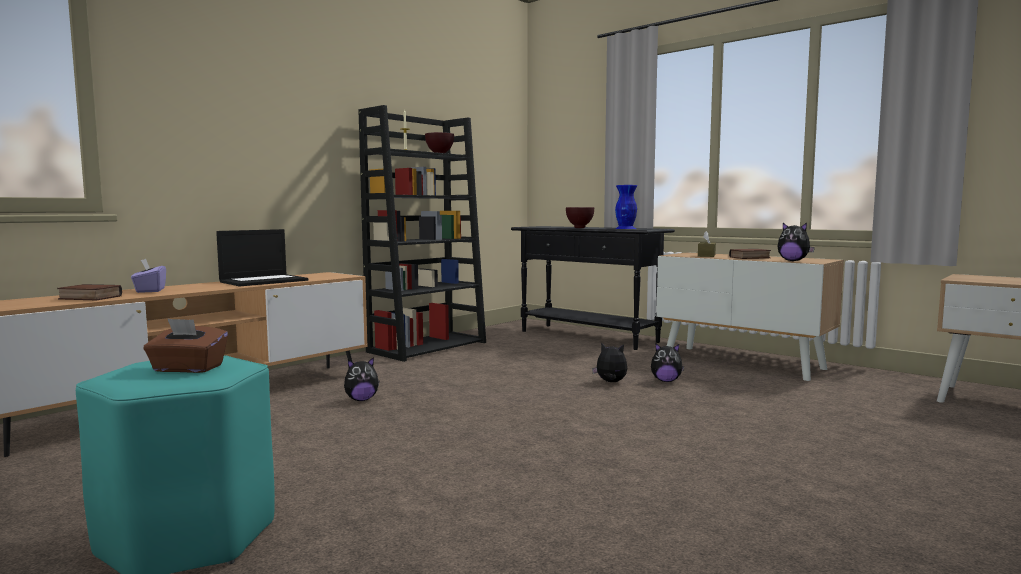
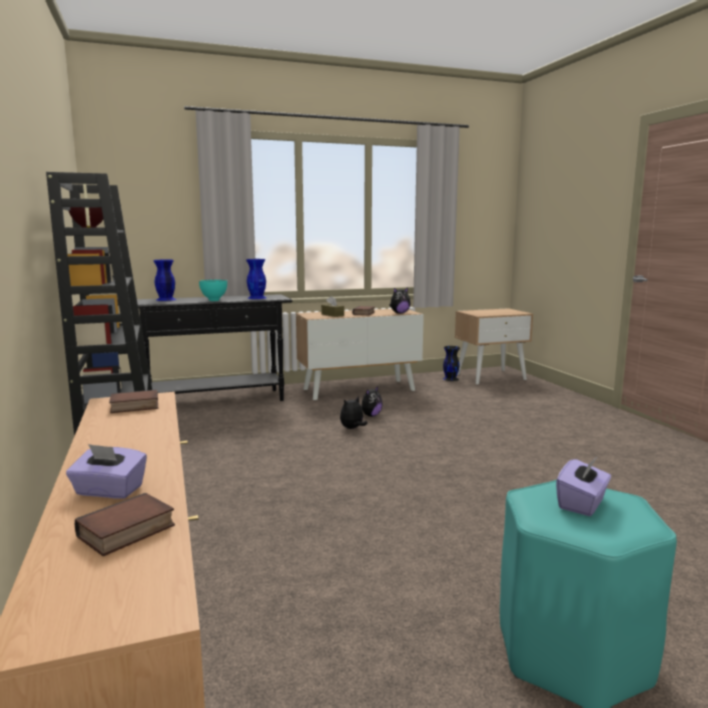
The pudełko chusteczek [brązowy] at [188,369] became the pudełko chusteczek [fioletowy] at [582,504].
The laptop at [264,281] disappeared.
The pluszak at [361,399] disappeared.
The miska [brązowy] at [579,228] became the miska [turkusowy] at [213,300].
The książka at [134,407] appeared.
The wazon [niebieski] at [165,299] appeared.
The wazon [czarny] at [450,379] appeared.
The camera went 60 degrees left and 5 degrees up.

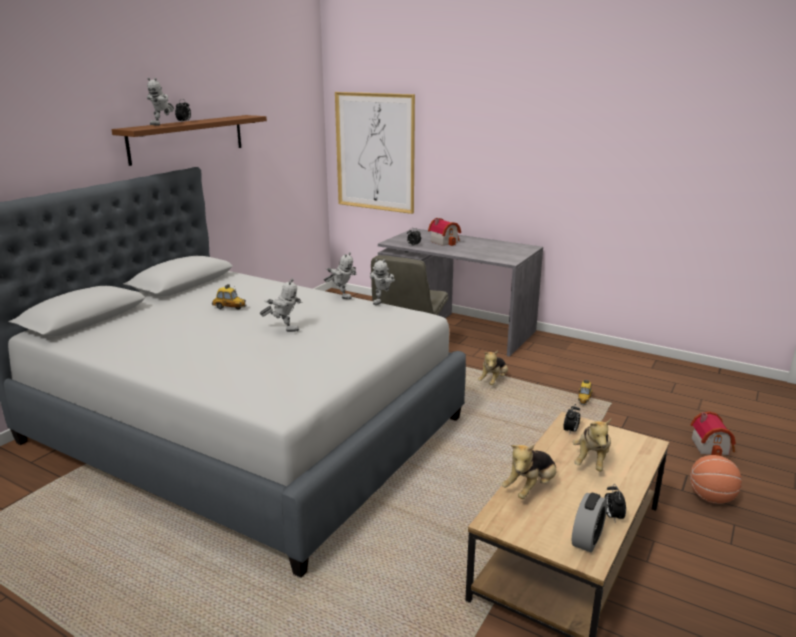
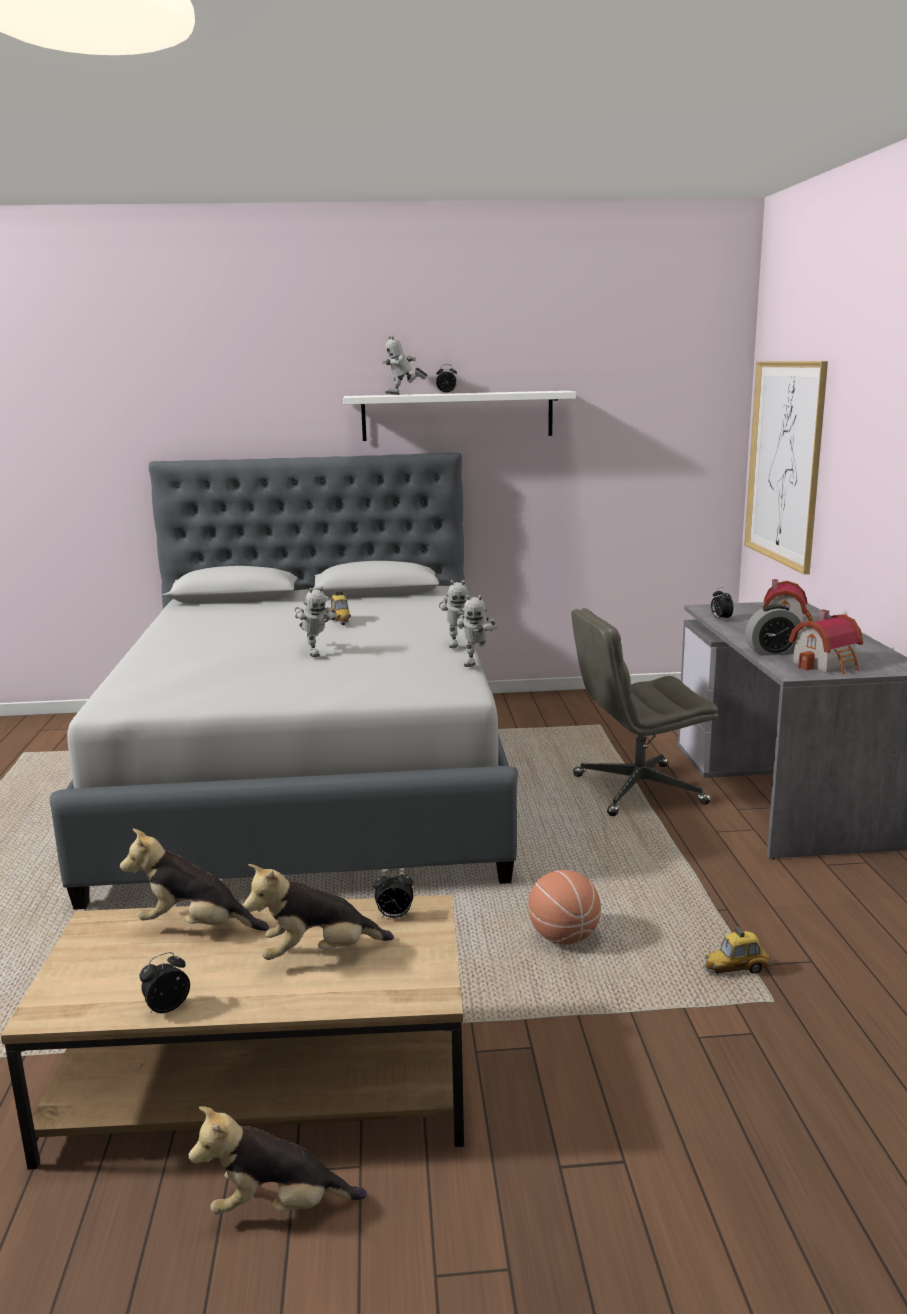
The półka [brązowy] at [187,138] became the półka [biały] at [457,415].
The robot zabawkowy at [382,301] turned 60 degrees counterclockwise.
The pluszak moved from [493,381] to [278,1206].
The budzik moved from [587,539] to [772,652].
The piłka do koszykówki moved from [711,498] to [564,937].
The domek moved from [711,446] to [827,664].
The camera went 55 degrees right and 5 degrees down.

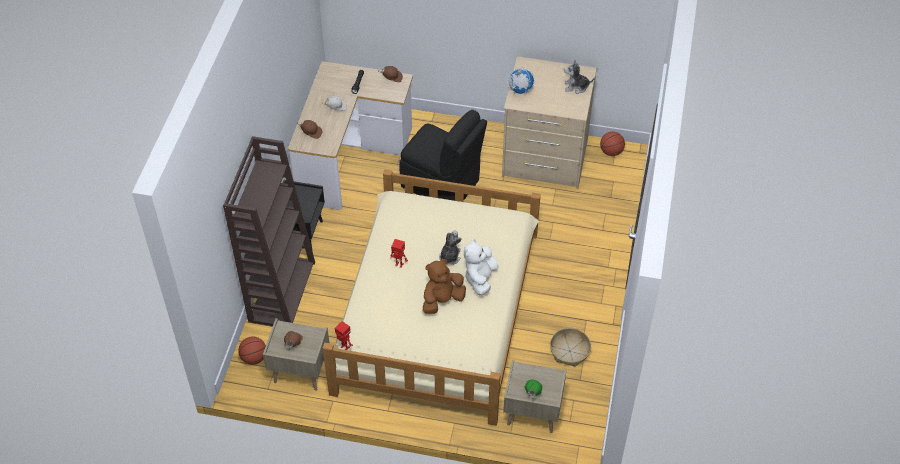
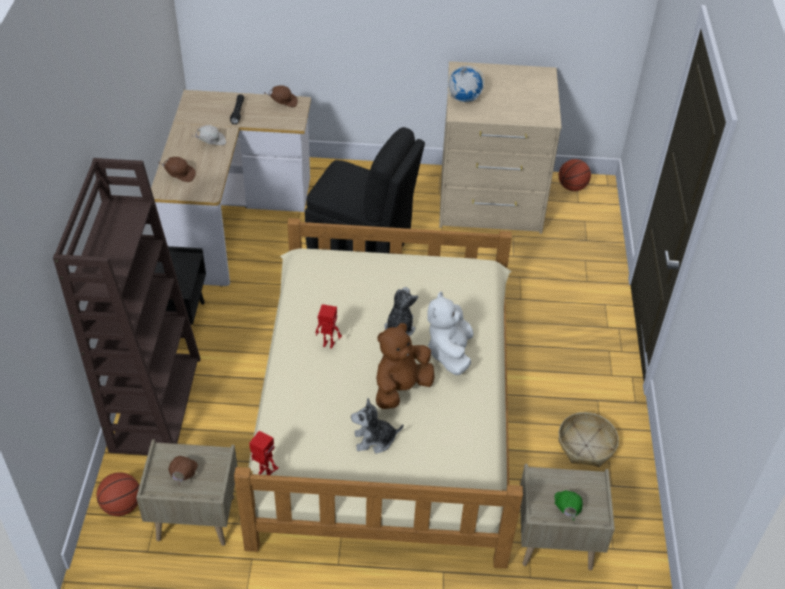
The pluszak moved from [576,87] to [374,440].
The camera went 10 degrees left and 5 degrees down.

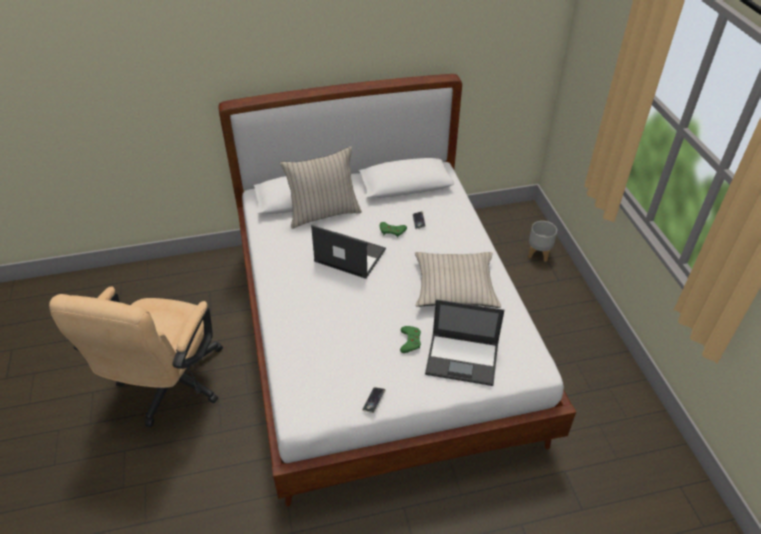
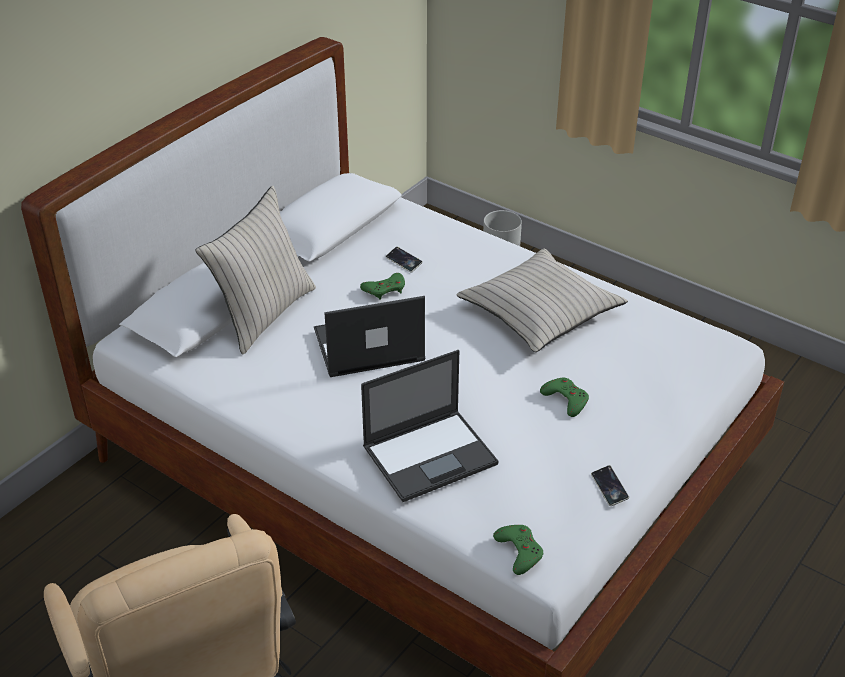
The laptop moved from [463,359] to [431,454].
The pad do gier [zielony] at [519,551] appeared.
The camera went 40 degrees left and 5 degrees down.

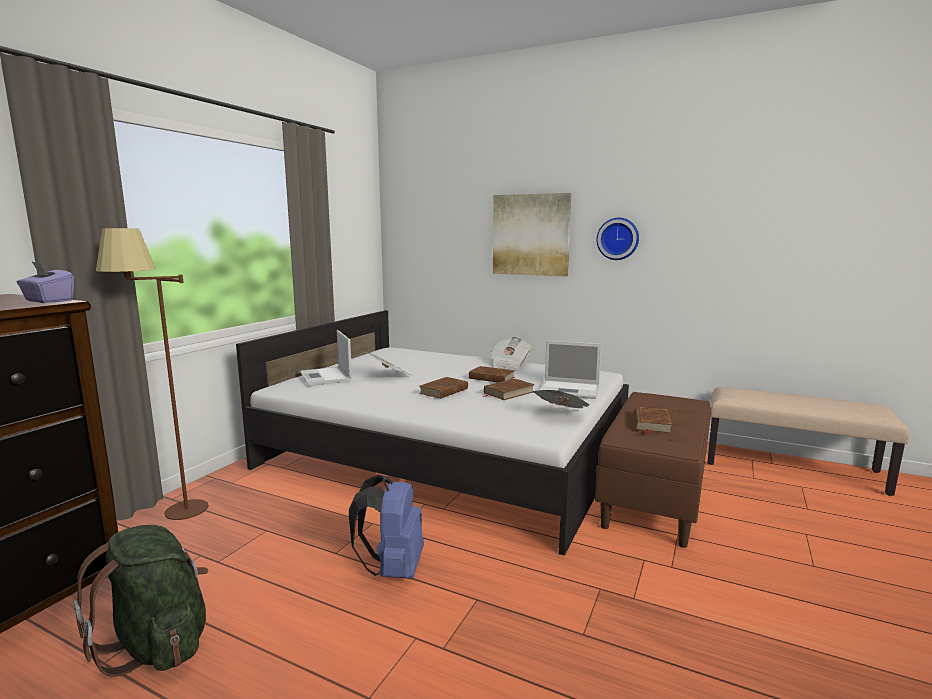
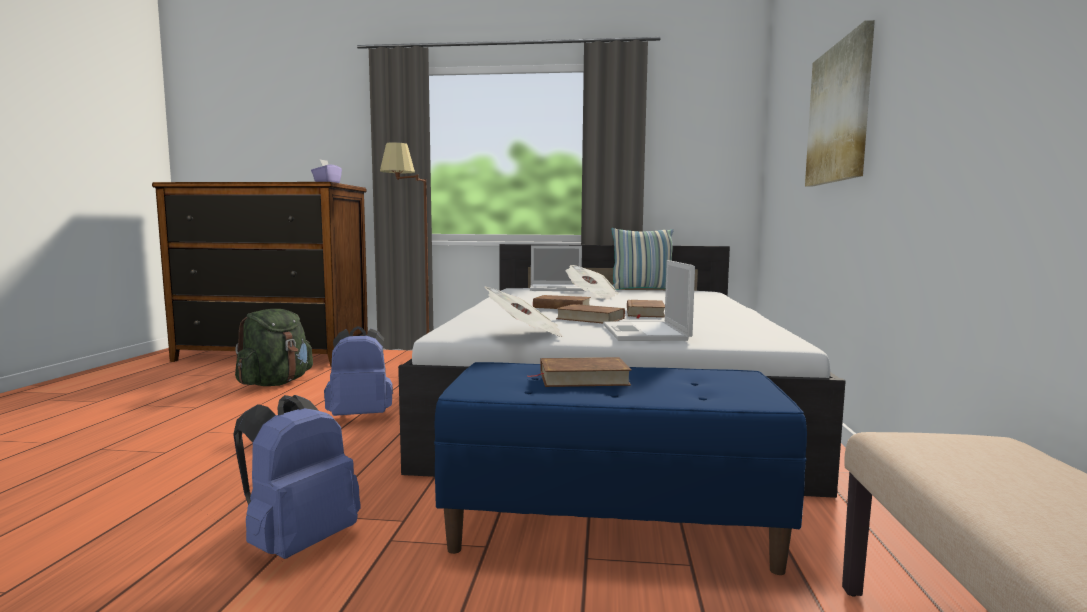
The laptop at [326,377] turned 135 degrees counterclockwise.
The gazeta at [509,364] disappeared.
The ławka [brązowy] at [653,495] became the ławka [niebieski] at [612,526].
The zegar ścienny at [618,239] disappeared.
The plecak [niebieski] at [298,543] appeared.
The poduszka at [642,289] appeared.
The camera went 70 degrees right and 5 degrees down.

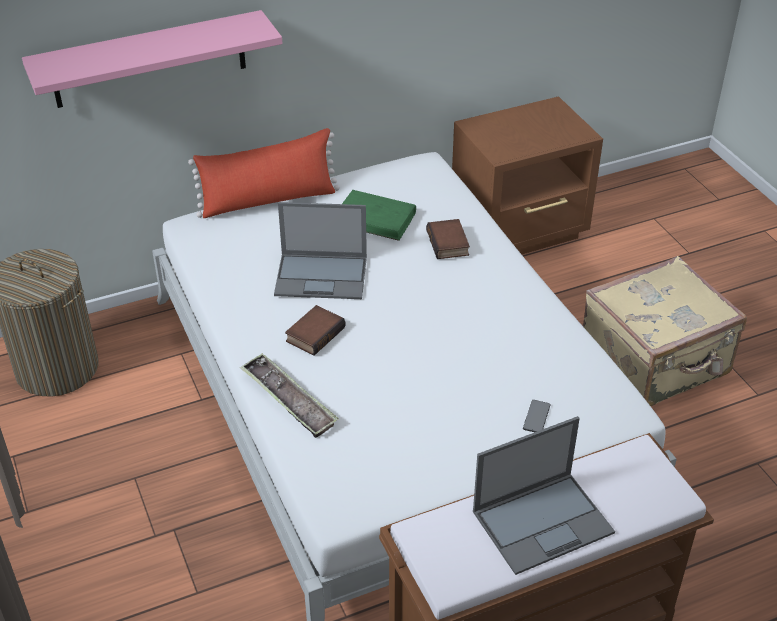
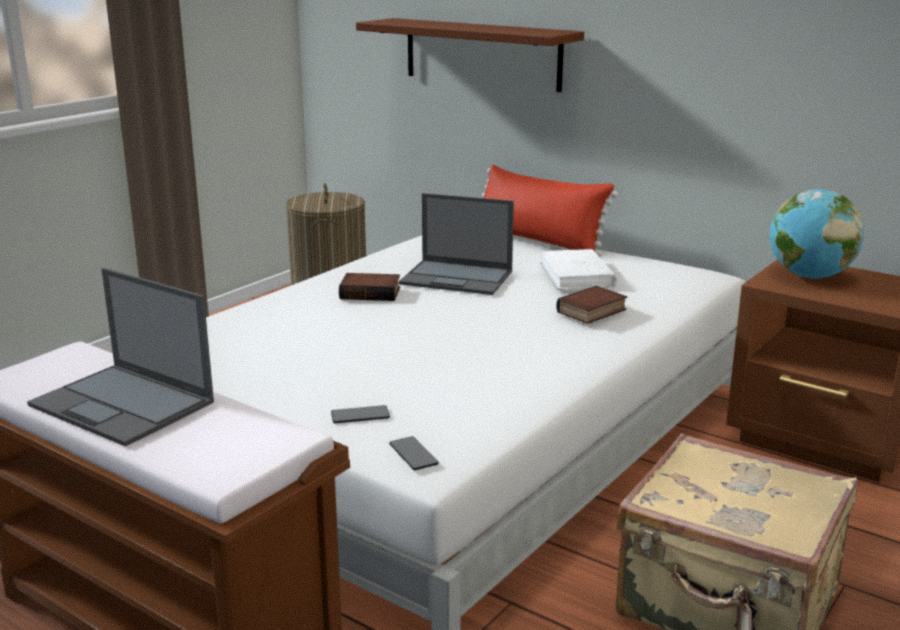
The półka [różowy] at [149,60] became the półka [brązowy] at [482,54].
The taca at [288,400] disappeared.
The laptop at [322,276] turned 45 degrees counterclockwise.
The książka [zielony] at [375,219] became the książka [biały] at [576,275].
The telefon at [413,454] appeared.
The globus at [809,276] appeared.
The camera went 60 degrees right and 20 degrees down.

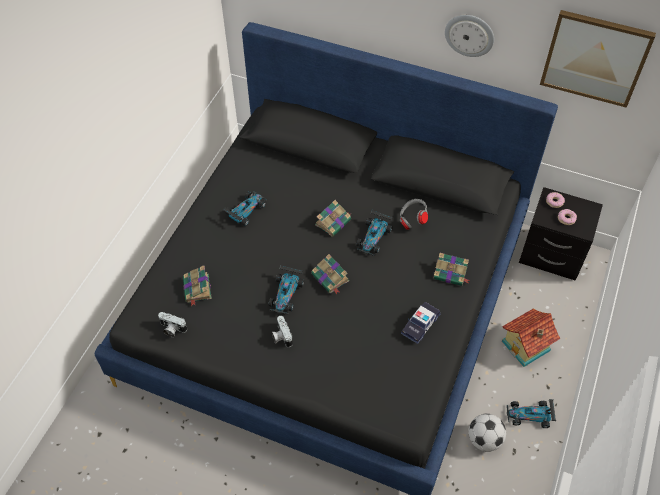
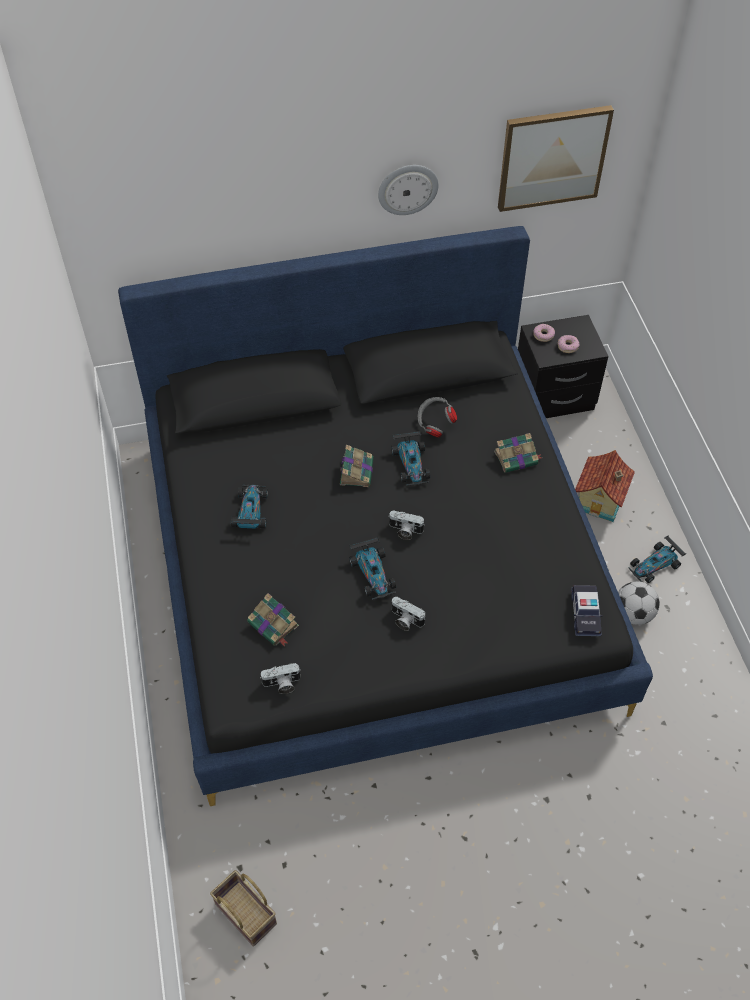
The książka at [330,278] was replaced by the aparat fotograficzny at [404,531].
The samochodzik moved from [420,325] to [585,614].
The koszyk at [244,913] appeared.
The camera went 35 degrees left and 0 degrees up.

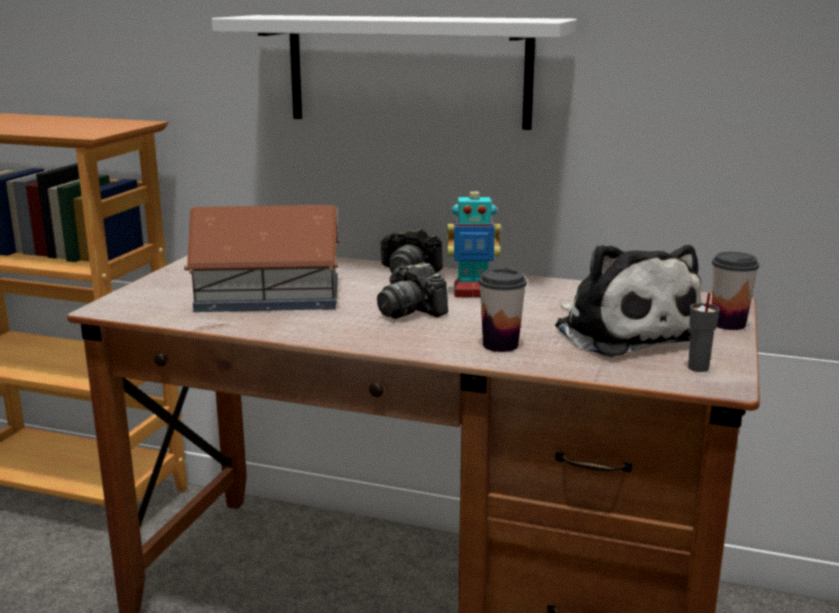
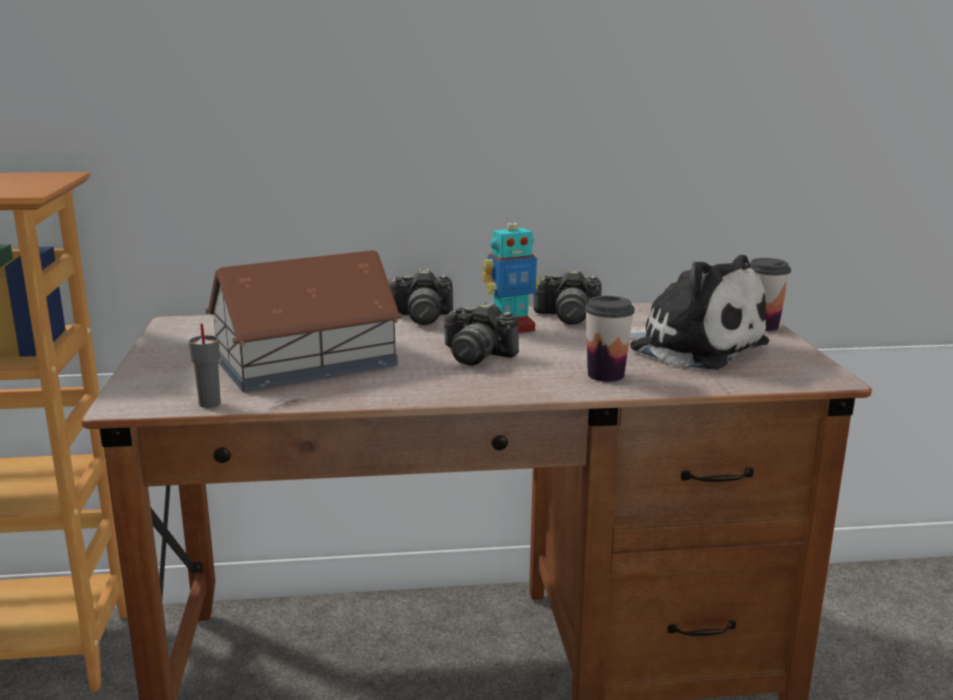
The półka [biały] at [408,71] disappeared.
The filiżanka [szary] moved from [698,368] to [209,404].
The aparat fotograficzny at [567,316] appeared.
The camera went 25 degrees left and 0 degrees up.

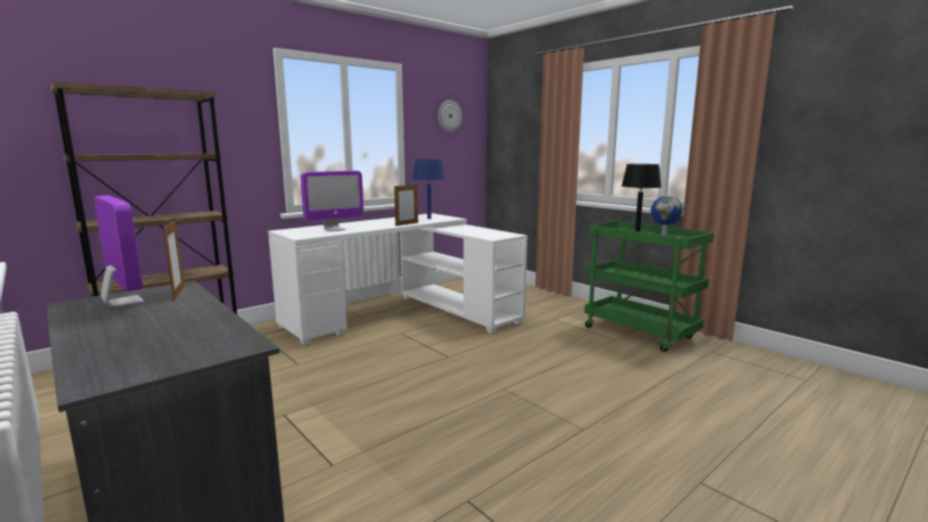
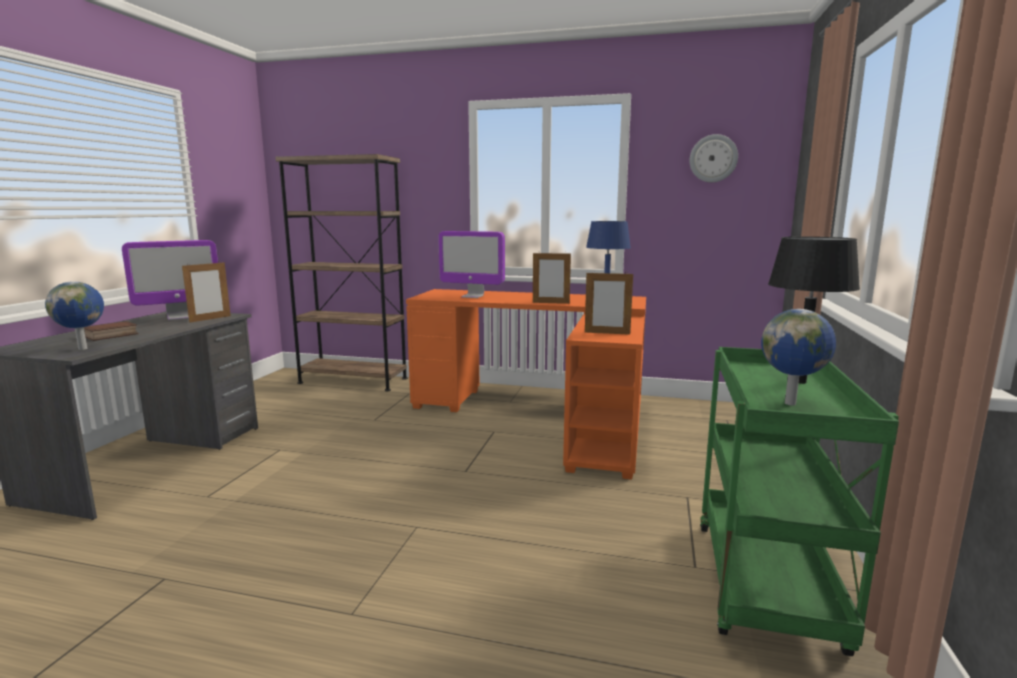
The monitor at [123,303] turned 45 degrees clockwise.
The biurko [biały] at [405,315] became the biurko [pomarańczowy] at [545,416].
The globus at [84,348] appeared.
The książka at [111,335] appeared.
The ramka na zdjęcie at [607,333] appeared.
The camera went 55 degrees right and 0 degrees up.

